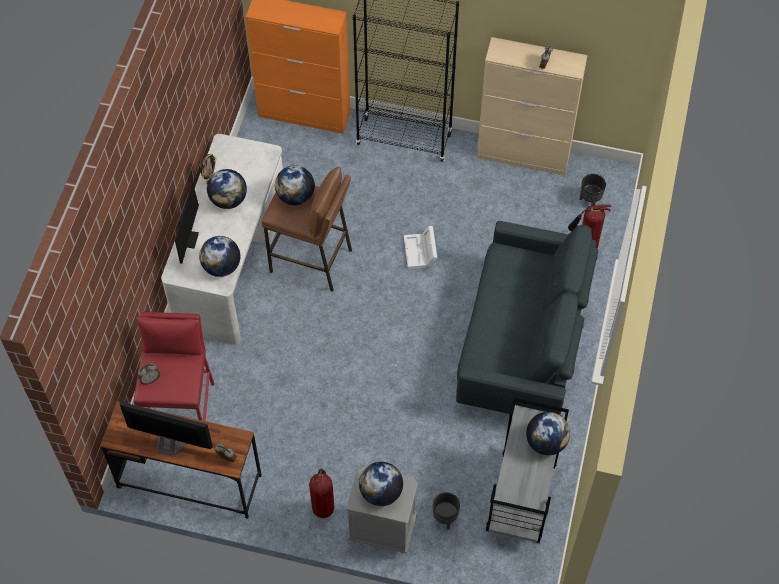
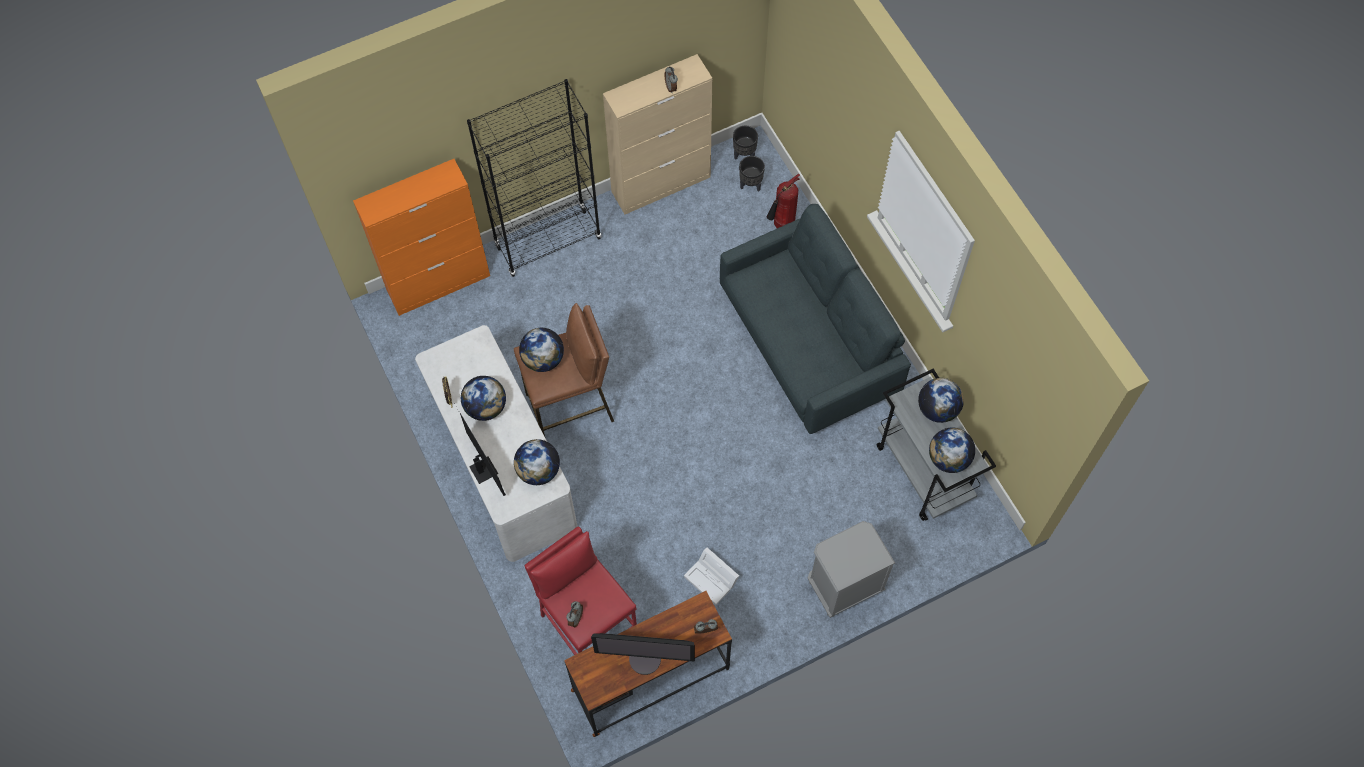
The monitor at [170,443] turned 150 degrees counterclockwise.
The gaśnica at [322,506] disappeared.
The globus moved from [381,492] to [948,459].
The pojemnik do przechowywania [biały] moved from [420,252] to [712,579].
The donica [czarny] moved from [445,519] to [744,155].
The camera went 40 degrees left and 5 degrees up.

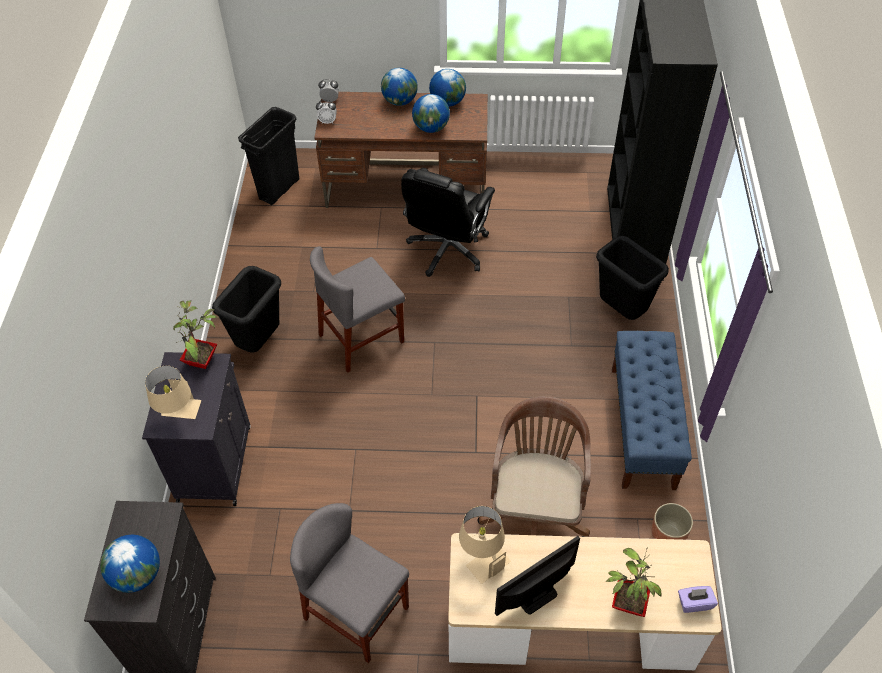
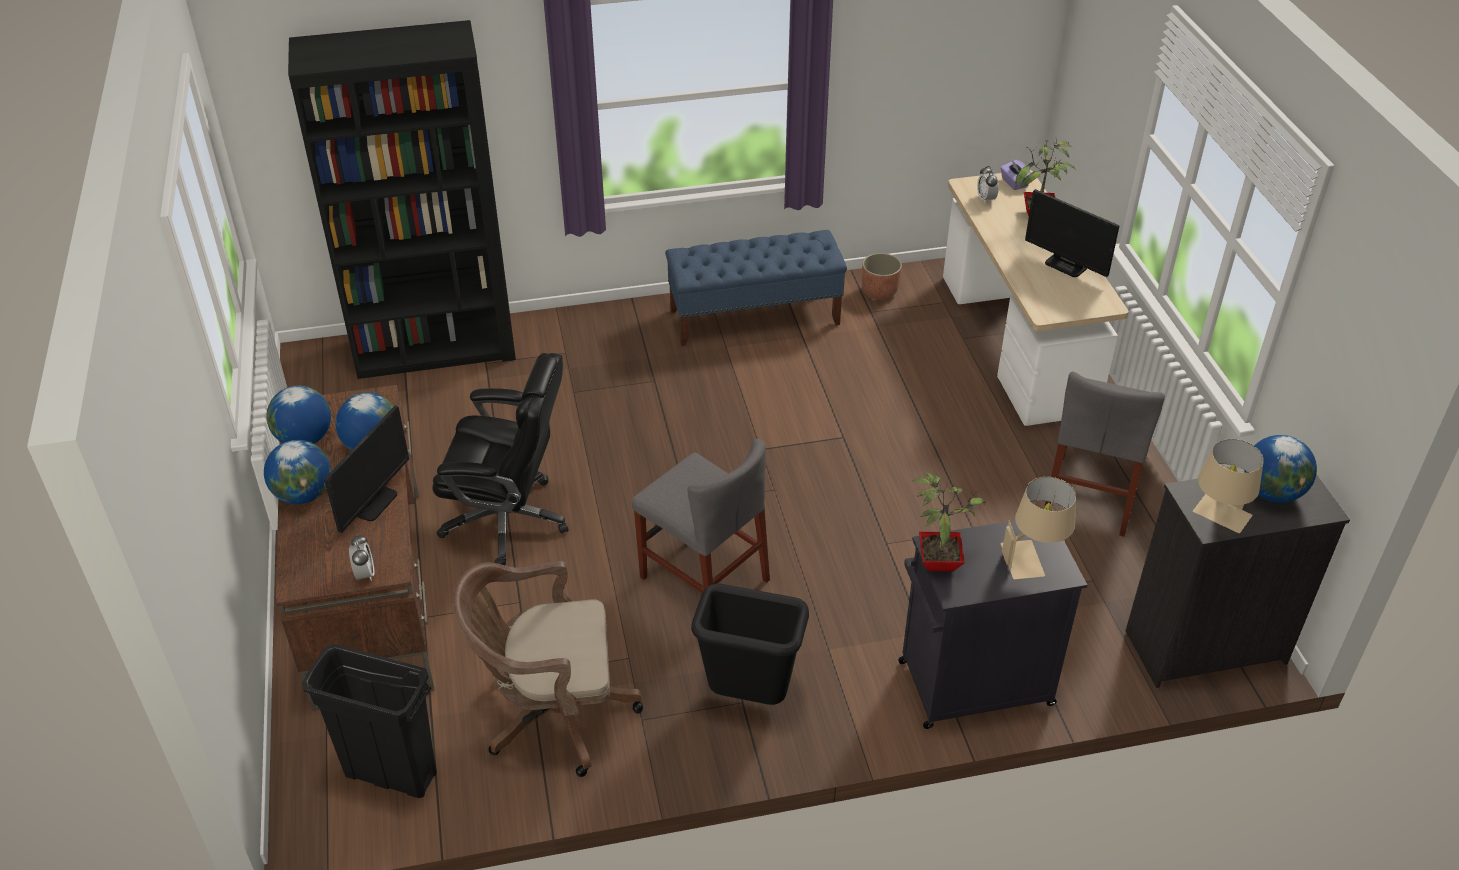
The budzik moved from [330,100] to [986,199].
The lampa stołowa [beżowy] moved from [482,557] to [1218,519].
The krzesło biurowe [brązowy] moved from [535,511] to [551,714].
The kosz na śmieci [czarny] at [622,311] disappeared.
The monitor at [373,503] appeared.
The camera went 105 degrees left and 10 degrees down.

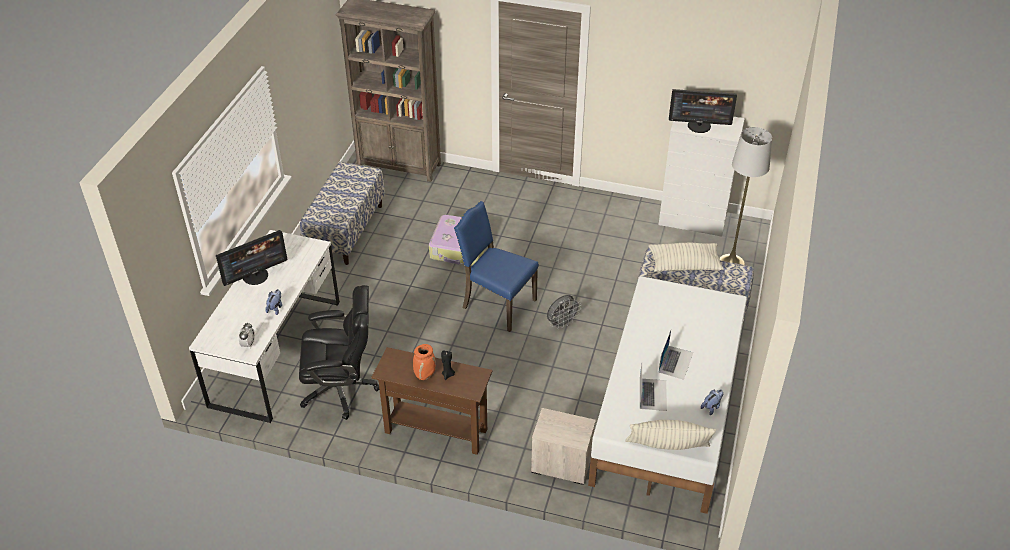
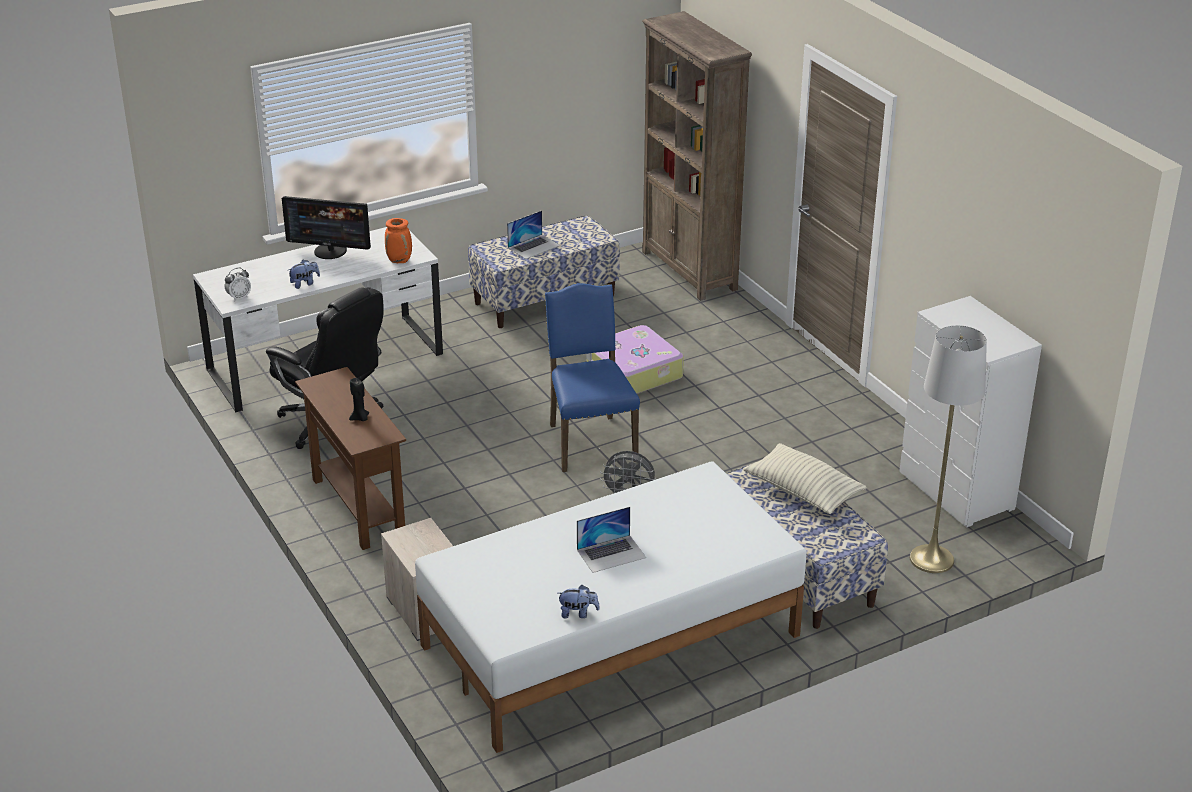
The wazon [pomarańczowy] moved from [425,375] to [400,260].
The poduszka at [667,448] disappeared.
The laptop moved from [652,394] to [534,246].
The monitor at [699,126] disappeared.
The camera went 45 degrees right and 10 degrees down.

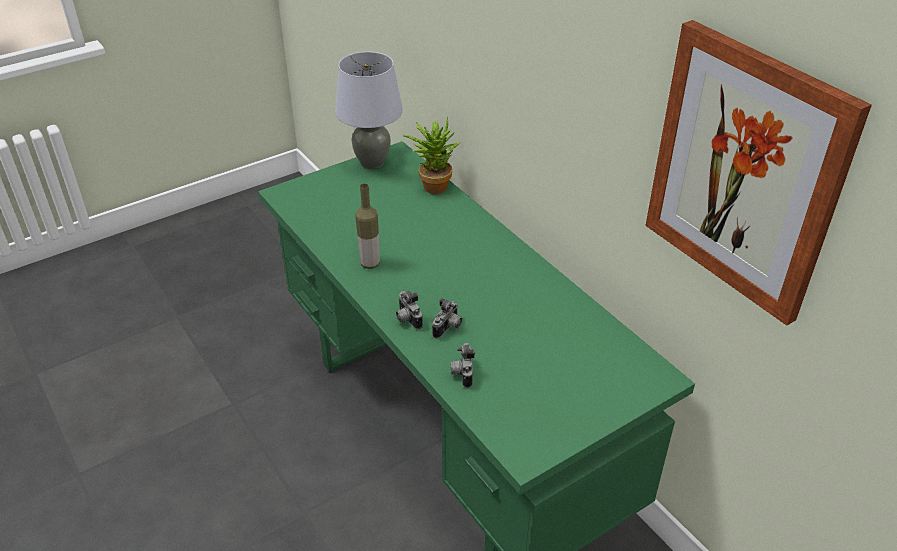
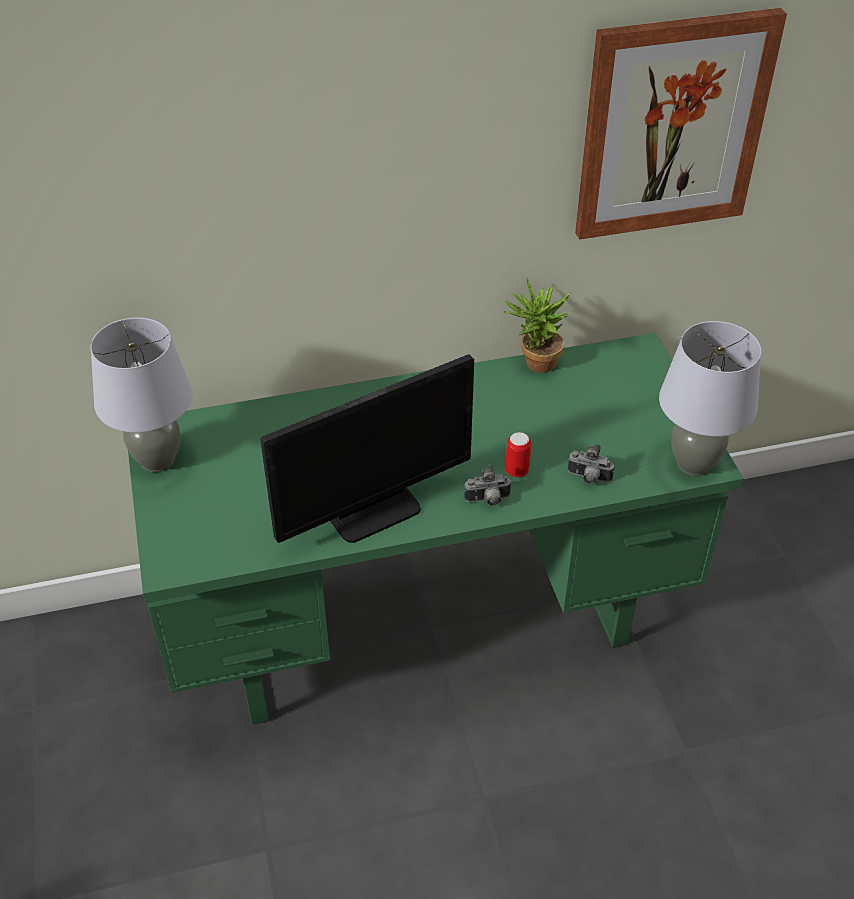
The butelka at [370,263] was replaced by the monitor at [372,509].
The roślina doniczkowa moved from [432,185] to [534,364].
The aparat fotograficzny at [448,328] was replaced by the puszka at [517,471].
The lampa stołowa [szary] at [694,464] appeared.
The camera went 70 degrees left and 5 degrees up.

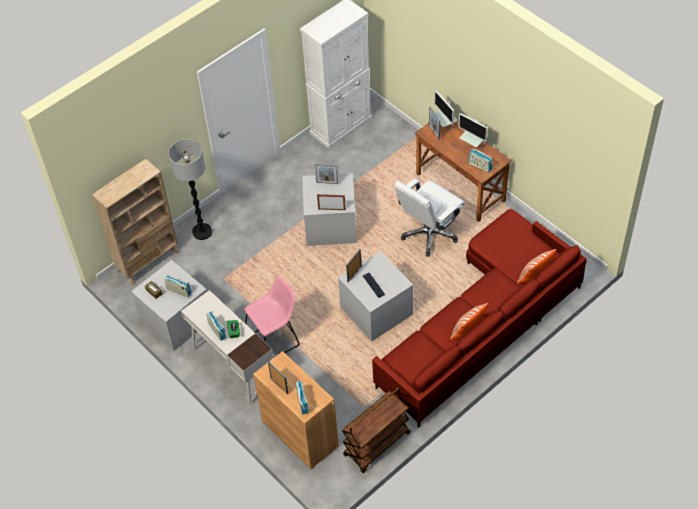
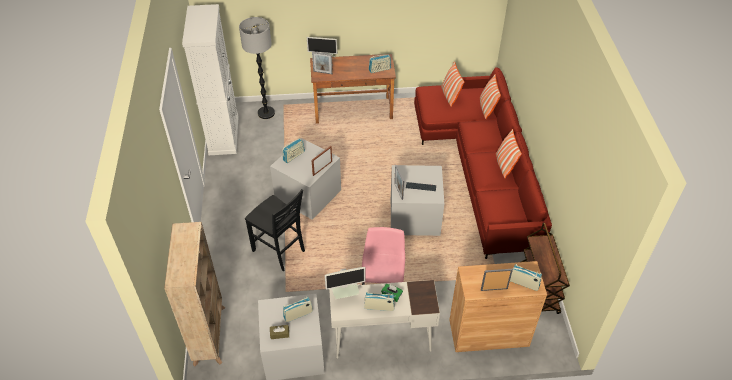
The lampa stojąca moved from [202,232] to [266,113].
The ramka na zdjęcie at [327,183] was replaced by the radio at [293,156].
The krzesło biurowe [biały] at [429,234] disappeared.
The monitor moved from [473,145] to [345,295].
The krzesło [czarny] at [279,251] appeared.
The poduszka at [450,96] appeared.
The camera went 55 degrees left and 5 degrees down.

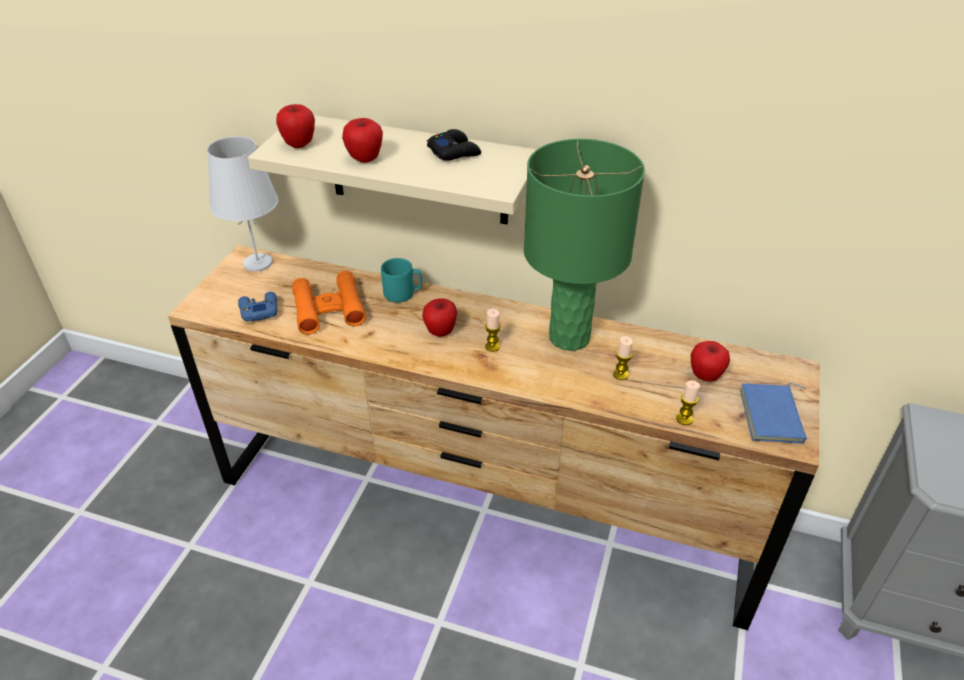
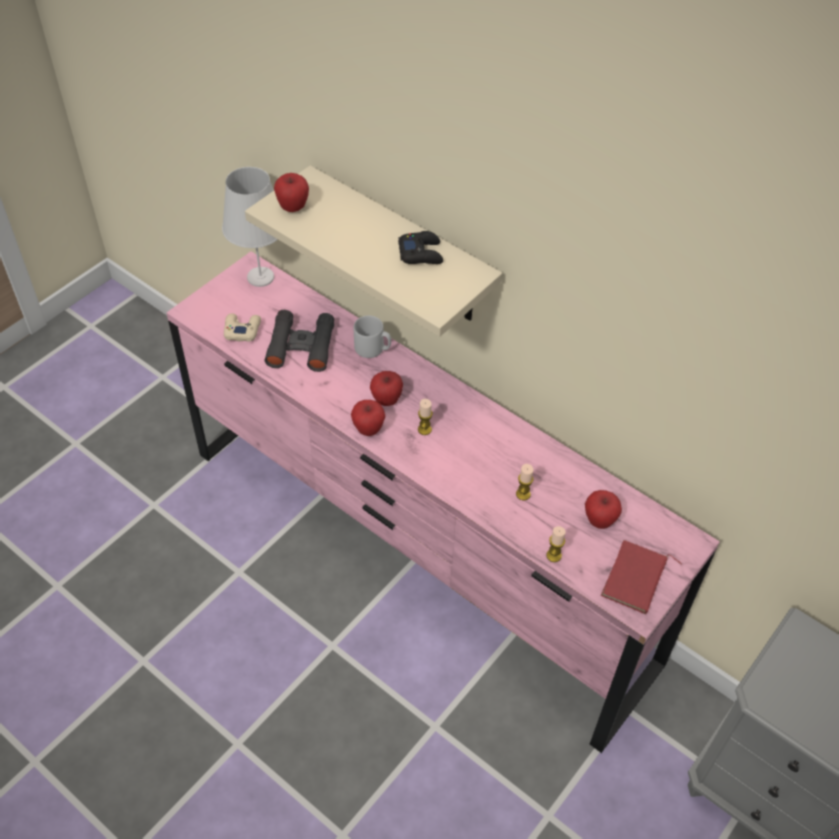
The komoda [brązowy] at [482,506] became the komoda [różowy] at [416,554].
The pad do gier [niebieski] at [259,310] became the pad do gier [beżowy] at [242,330].
The lornetka [pomarańczowy] at [328,309] became the lornetka [czarny] at [301,346].
The jabłko moved from [365,159] to [368,429].
The kubek [turkusowy] at [403,293] became the kubek [szary] at [373,349].
The lampa stołowa [zielony] at [570,337] disappeared.
The książka [niebieski] at [773,416] became the książka [czerwony] at [636,580].
The camera went 20 degrees right and 10 degrees up.

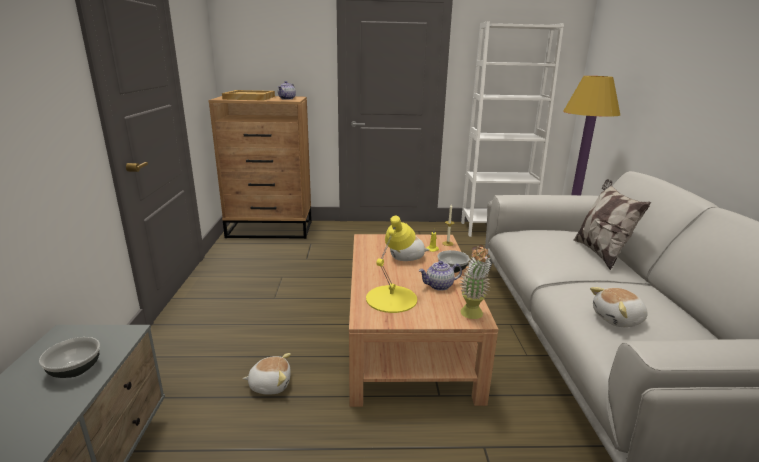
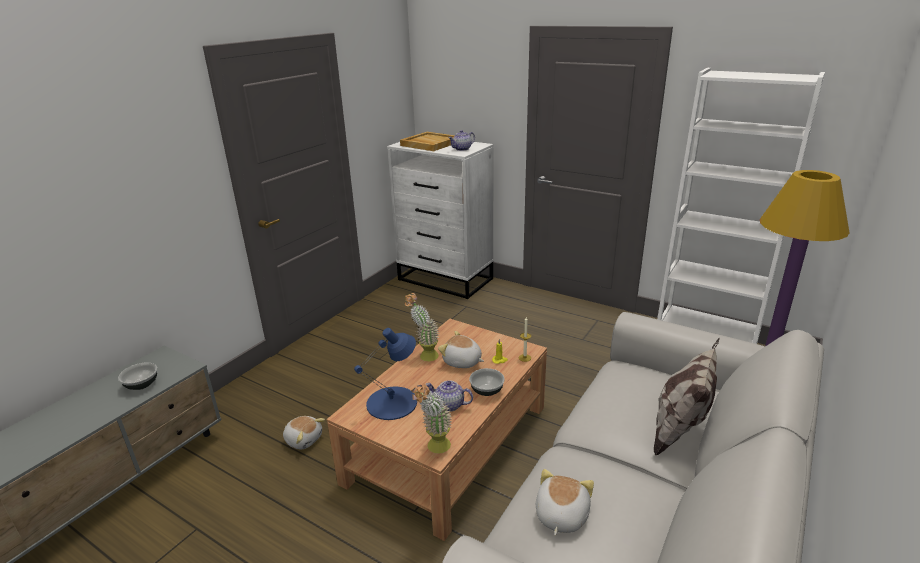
The komoda [brązowy] at [271,229] became the komoda [biały] at [446,279].
The lampa stołowa [żółty] at [392,298] became the lampa stołowa [niebieski] at [393,403].
The pluszak at [618,319] turned 90 degrees clockwise.
The roślina doniczkowa at [424,355] appeared.
The camera went 35 degrees right and 5 degrees up.

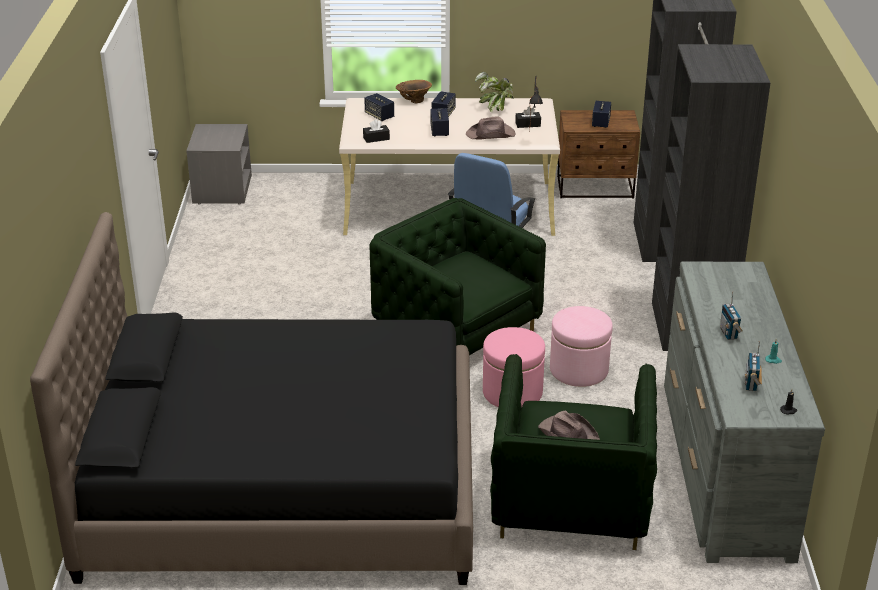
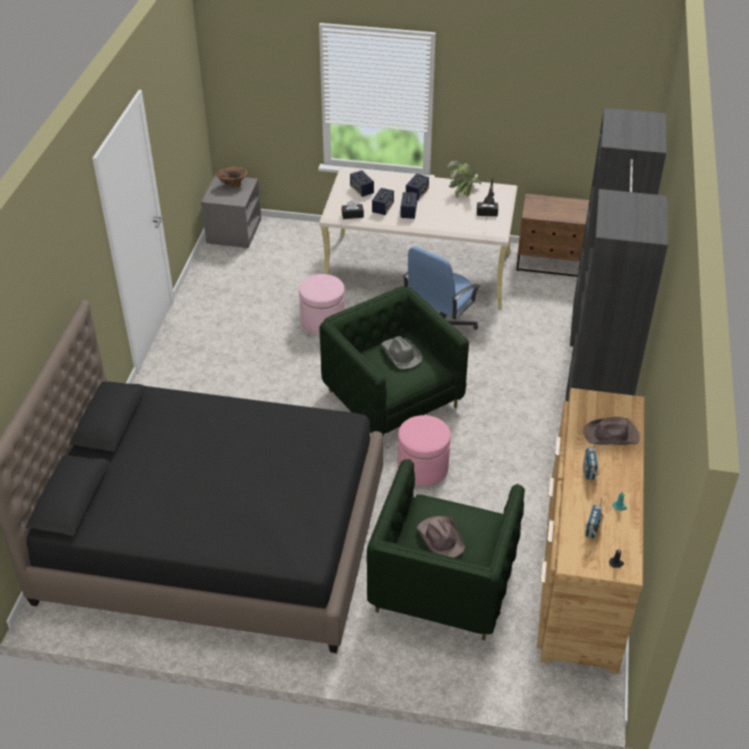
The wazon [brązowy] moved from [413,101] to [232,185].
The kapelusz [brązowy] moved from [491,134] to [611,435].
The pufa [różowy] moved from [579,370] to [323,321].
The głośnik moved from [601,122] to [383,208].
The komoda [szary] at [725,468] became the komoda [brązowy] at [582,569].
The kapelusz [szary] at [401,354] appeared.
The camera went 10 degrees right and 10 degrees up.

